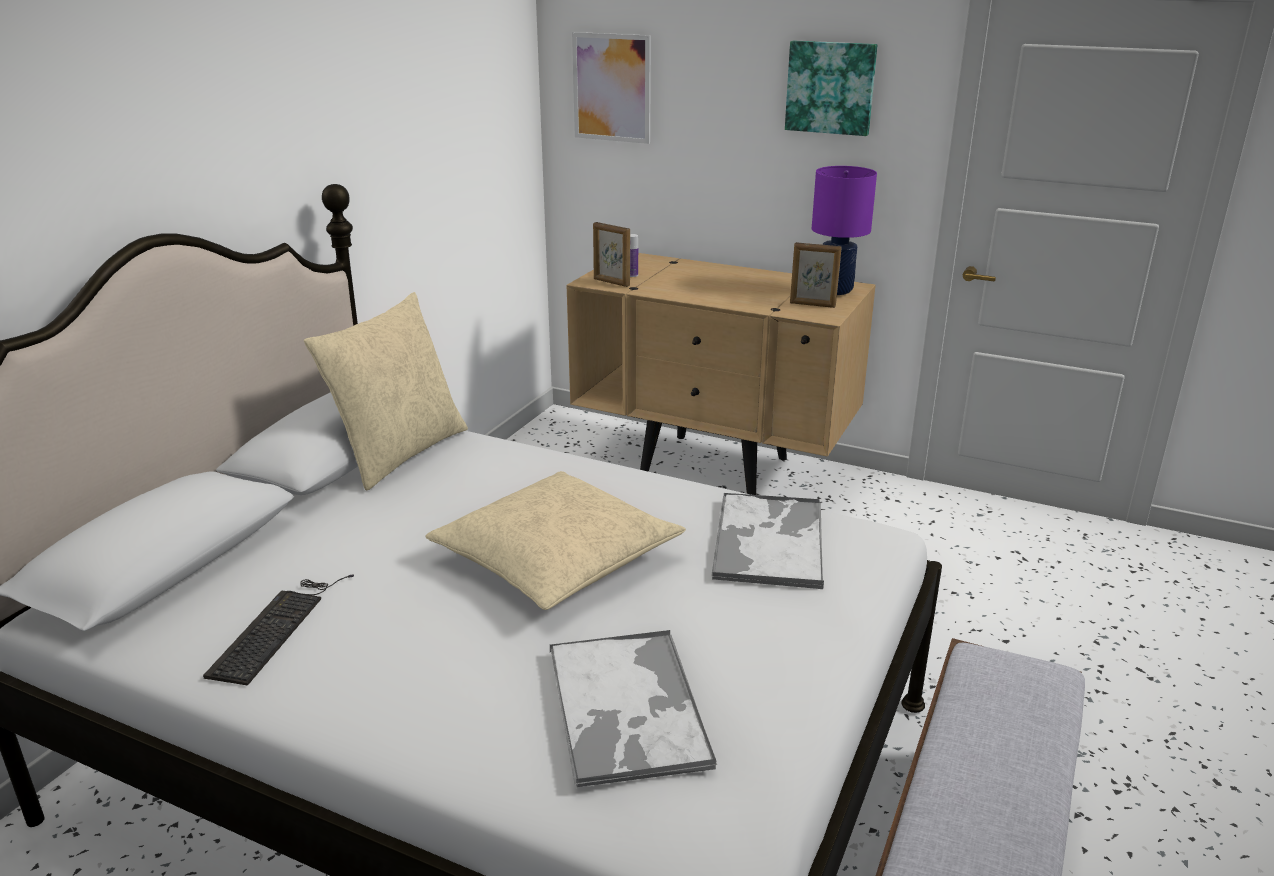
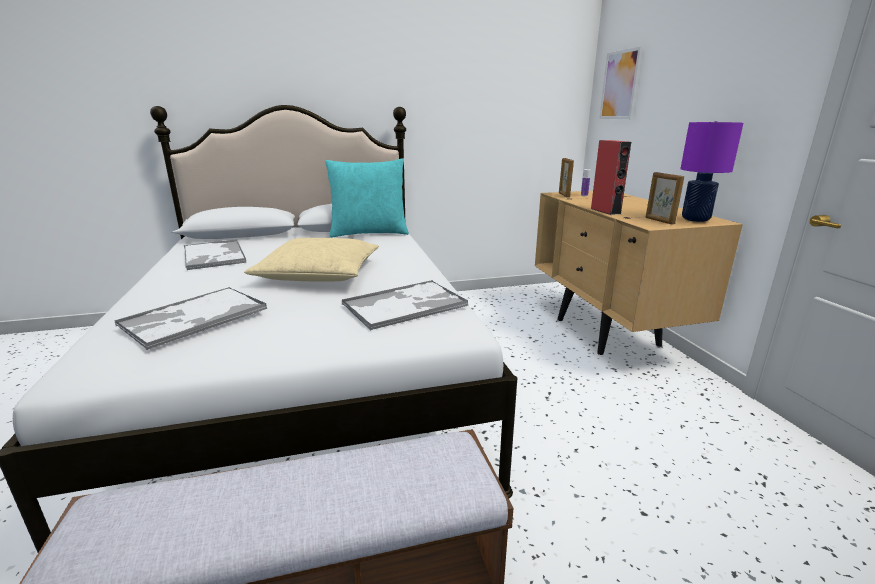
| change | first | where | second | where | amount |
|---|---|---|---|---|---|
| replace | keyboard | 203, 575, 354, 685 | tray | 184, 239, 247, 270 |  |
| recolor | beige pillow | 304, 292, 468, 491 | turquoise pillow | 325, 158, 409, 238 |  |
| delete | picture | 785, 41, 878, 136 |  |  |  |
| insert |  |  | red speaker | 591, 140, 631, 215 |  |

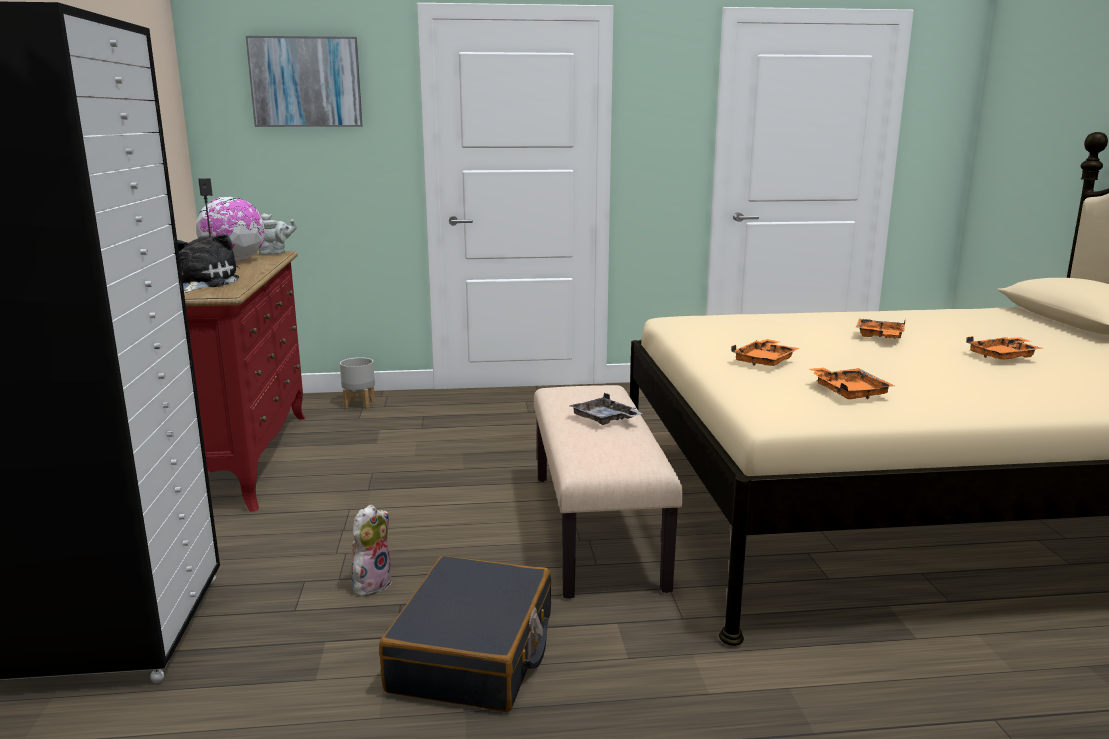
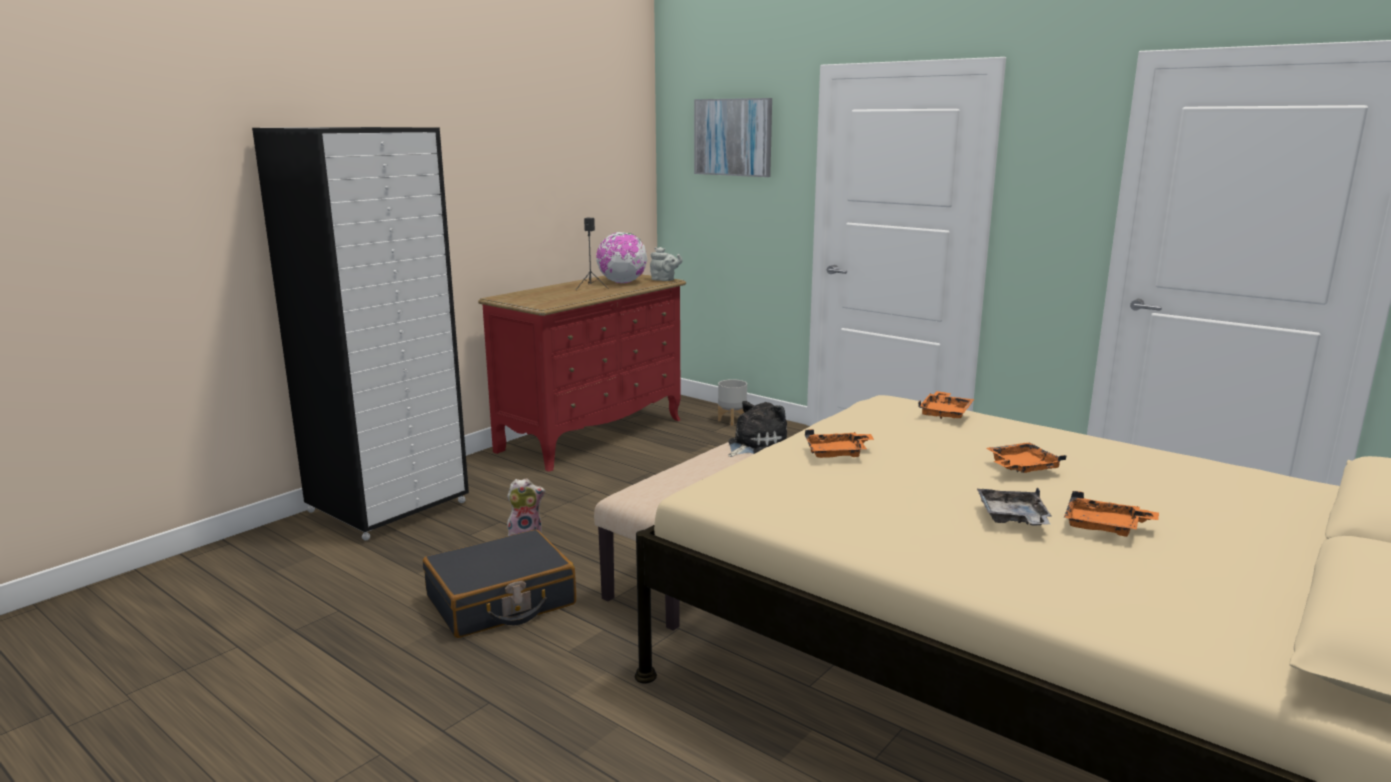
| change | first | where | second | where | amount |
|---|---|---|---|---|---|
| move | plush toy | 177, 234, 239, 293 |  | 728, 401, 787, 457 |  |
| move | grey tray | 570, 393, 643, 425 |  | 977, 487, 1052, 526 |  |
| move | orange tray | 810, 367, 894, 399 |  | 918, 391, 974, 419 |  |

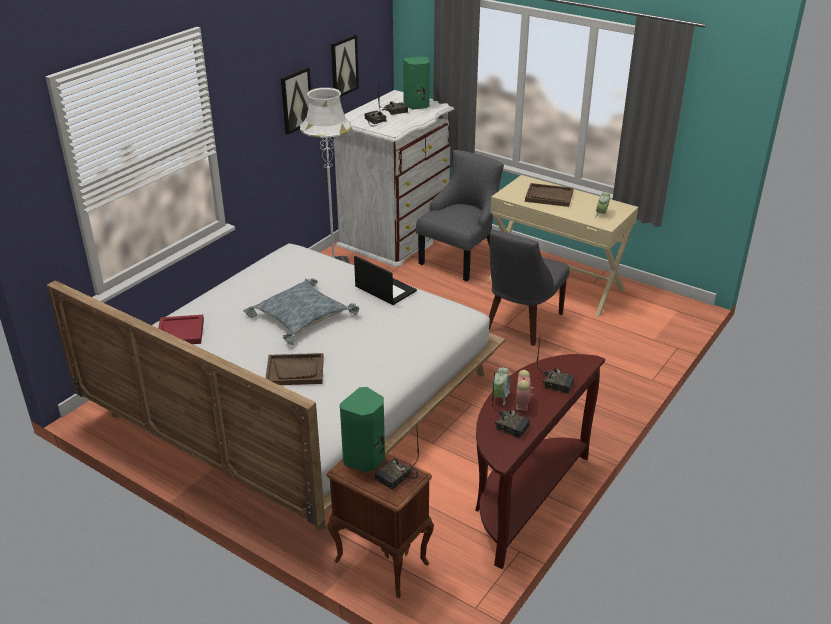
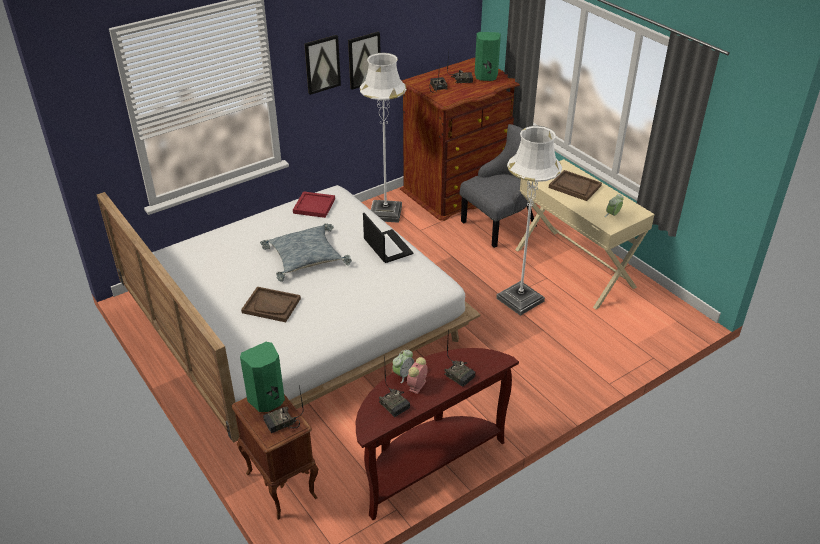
| change | first | where | second | where | amount |
|---|---|---|---|---|---|
| move | red tray | 158, 315, 204, 344 |  | 293, 191, 335, 218 |  |
| move | picture | 331, 35, 359, 97 |  | 304, 35, 341, 95 |  |
| recolor | white dresser | 334, 90, 454, 267 | brown dresser | 400, 58, 520, 221 |  |
| replace | grey chair | 489, 230, 570, 346 | white floor lamp | 496, 126, 562, 316 |  |

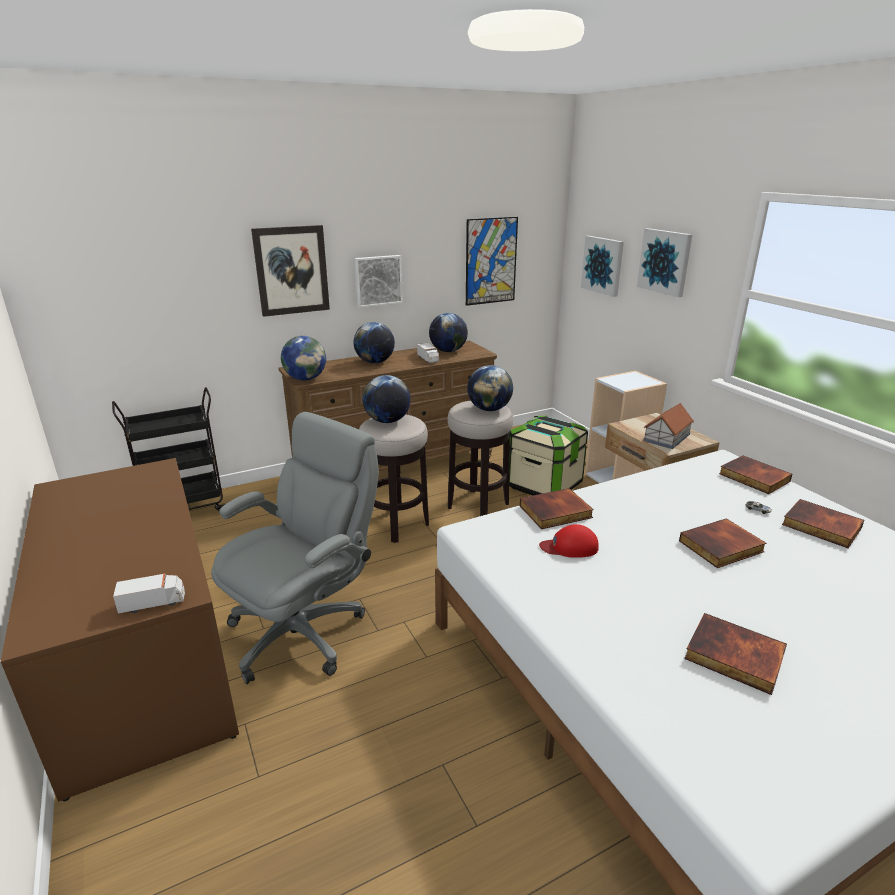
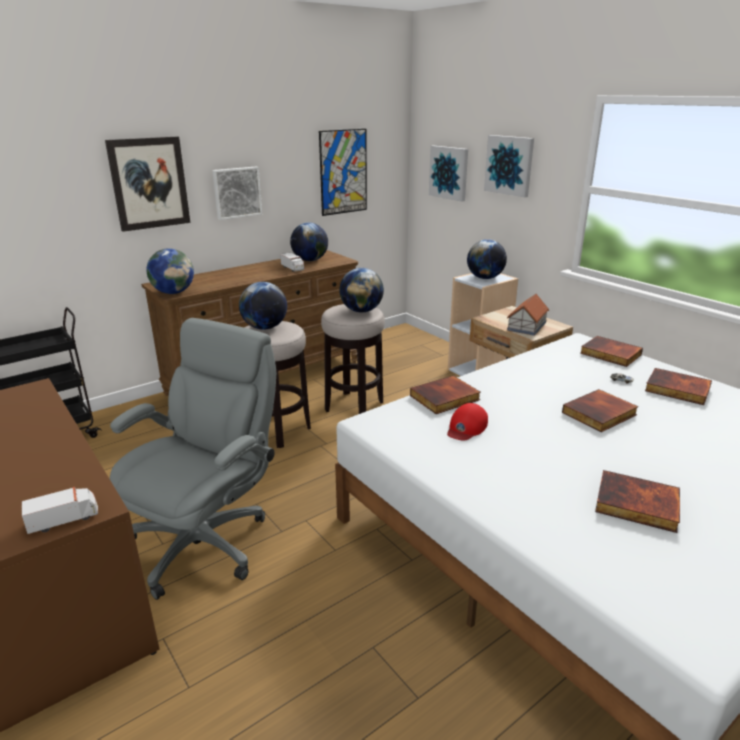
| change | first | where | second | where | amount |
|---|---|---|---|---|---|
| move | globe | 353, 322, 395, 363 |  | 467, 239, 507, 279 |  |
| delete | storage box | 509, 416, 588, 496 |  |  |  |
| rotate | red cap | 539, 524, 599, 558 |  | 447, 403, 488, 440 | 45 degrees counterclockwise |

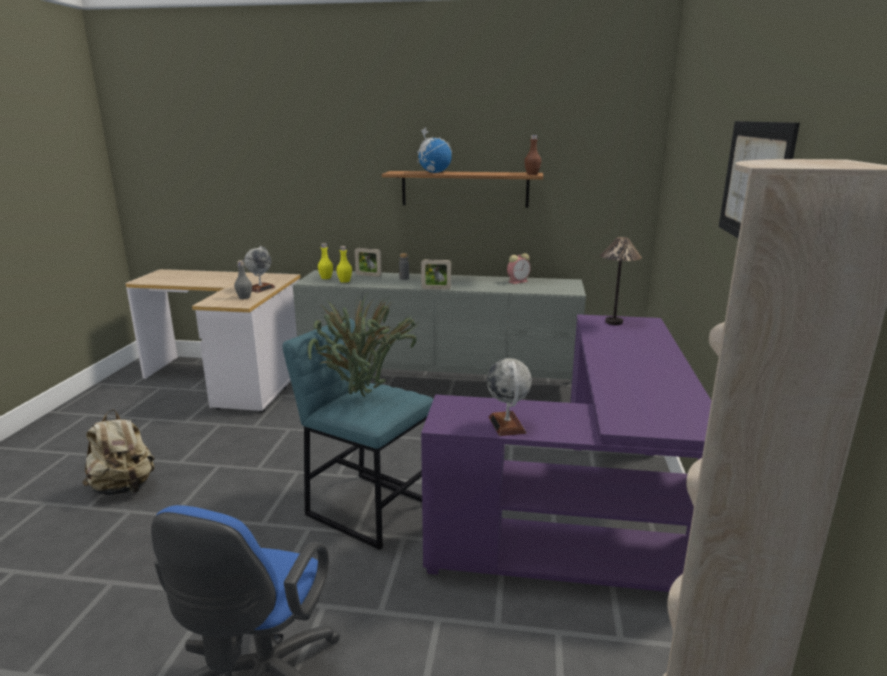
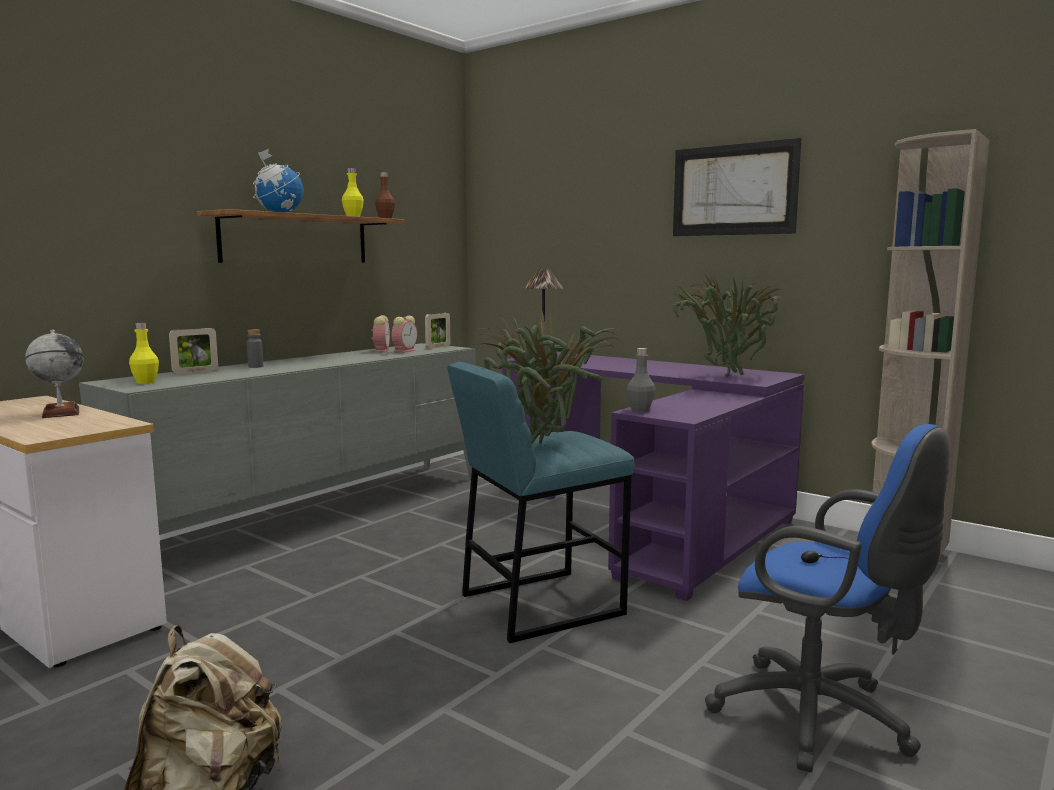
| change | first | where | second | where | amount |
|---|---|---|---|---|---|
| move | grey bottle | 234, 260, 252, 299 |  | 627, 348, 655, 412 |  |
| move | yellow bottle | 336, 246, 352, 283 |  | 342, 168, 364, 217 |  |
| move | picture frame | 421, 260, 451, 290 |  | 425, 313, 450, 349 |  |
| delete | globe | 487, 358, 532, 436 |  |  |  |
| insert |  |  | alarm clock | 391, 316, 417, 353 |  |
| insert |  |  | potted plant | 672, 274, 783, 376 |  |

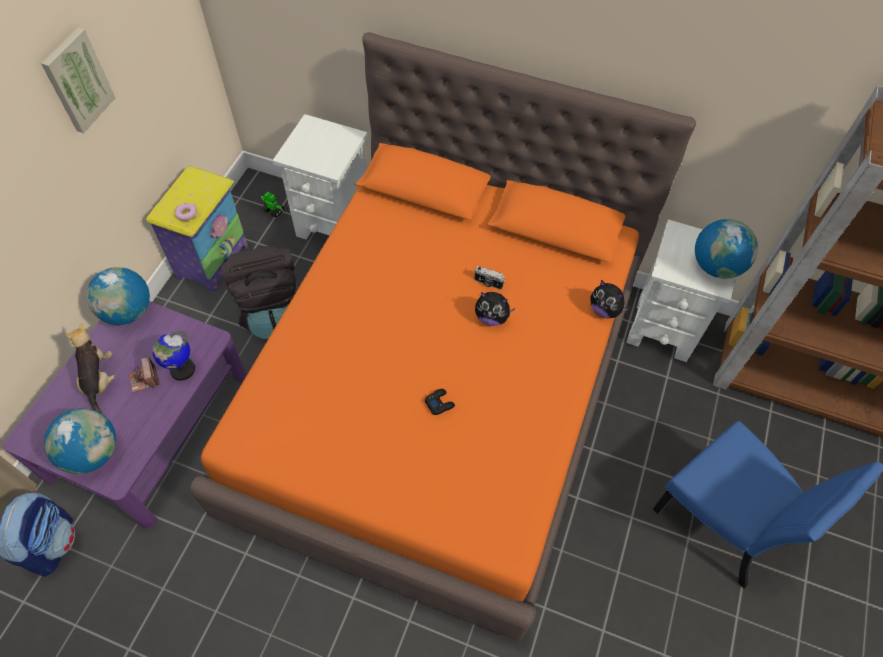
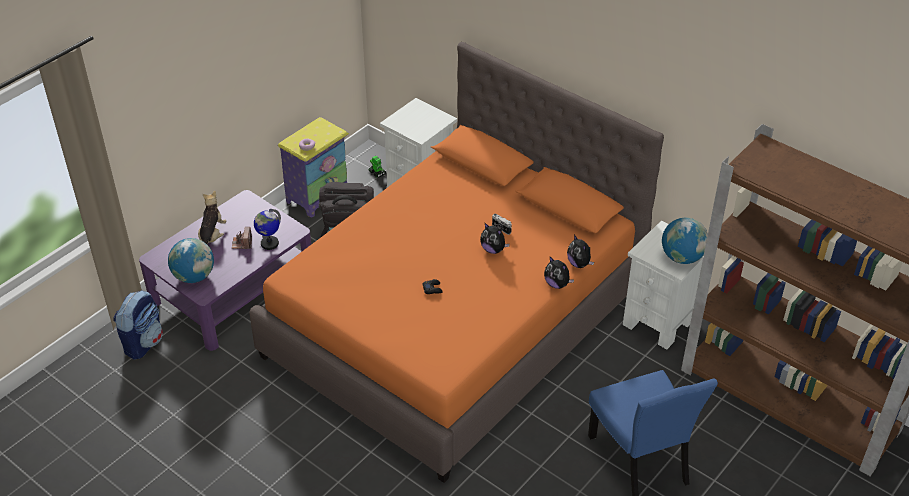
| change | first | where | second | where | amount |
|---|---|---|---|---|---|
| delete | picture | 41, 27, 115, 133 |  |  |  |
| delete | globe | 87, 267, 150, 325 |  |  |  |
| insert |  |  | plush toy | 544, 257, 574, 289 |  |

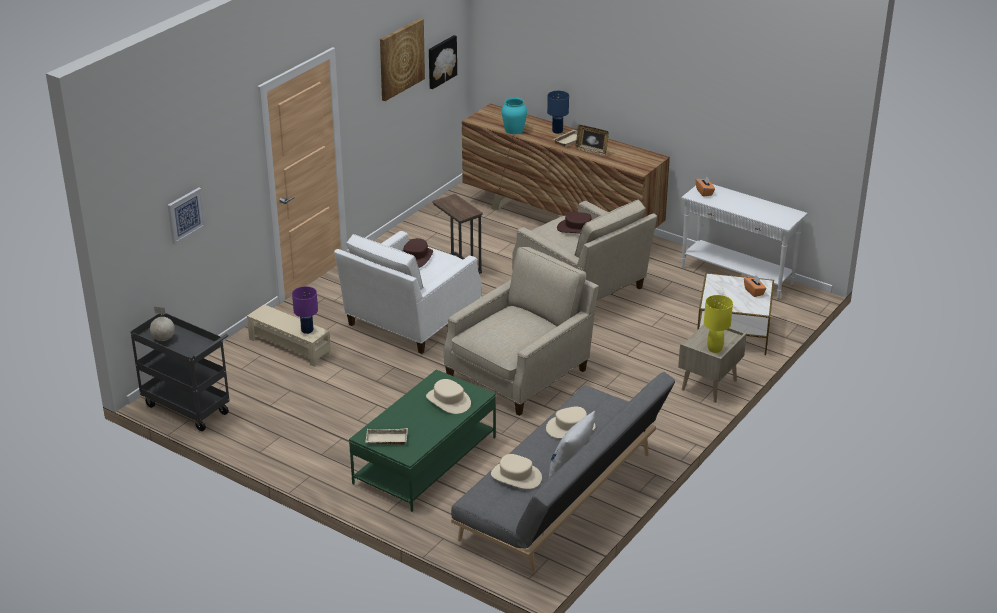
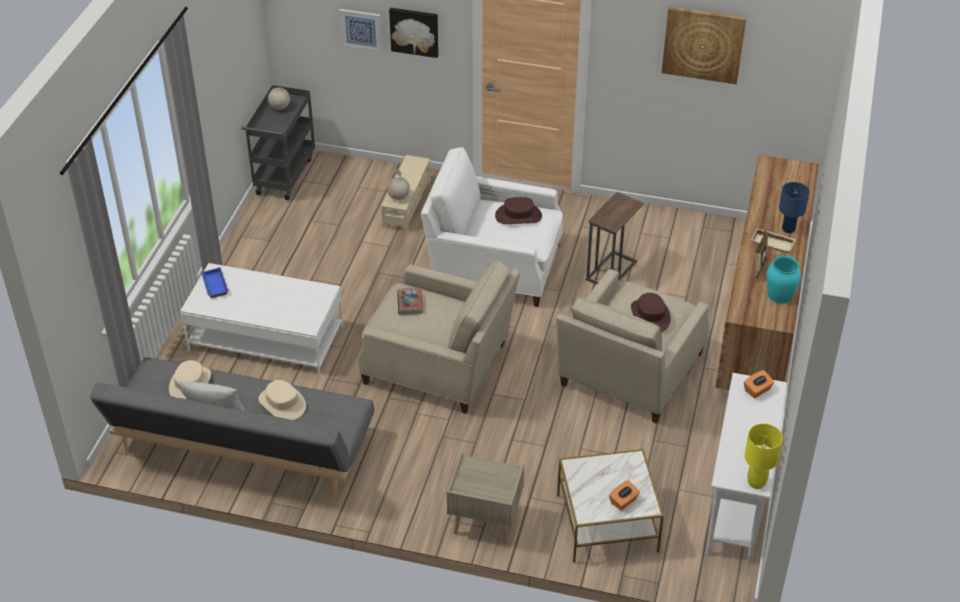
| change | first | where | second | where | amount |
|---|---|---|---|---|---|
| replace | purple table lamp | 292, 286, 318, 334 | globe | 387, 167, 410, 200 |  |
| recolor | green coffee table | 349, 369, 496, 512 | white coffee table | 180, 263, 343, 376 |  |
| recolor | beige tray | 365, 428, 408, 445 | blue tray | 200, 267, 229, 298 |  |
| delete | beige hat | 426, 379, 471, 414 |  |  |  |
| move | picture | 429, 35, 457, 89 |  | 389, 8, 439, 58 |  |
| move | turquoise vase | 502, 97, 527, 134 |  | 767, 256, 801, 303 |  |
| move | yellow table lamp | 704, 295, 733, 353 |  | 744, 424, 783, 489 |  |
| insert |  |  | book | 397, 288, 423, 315 |  |

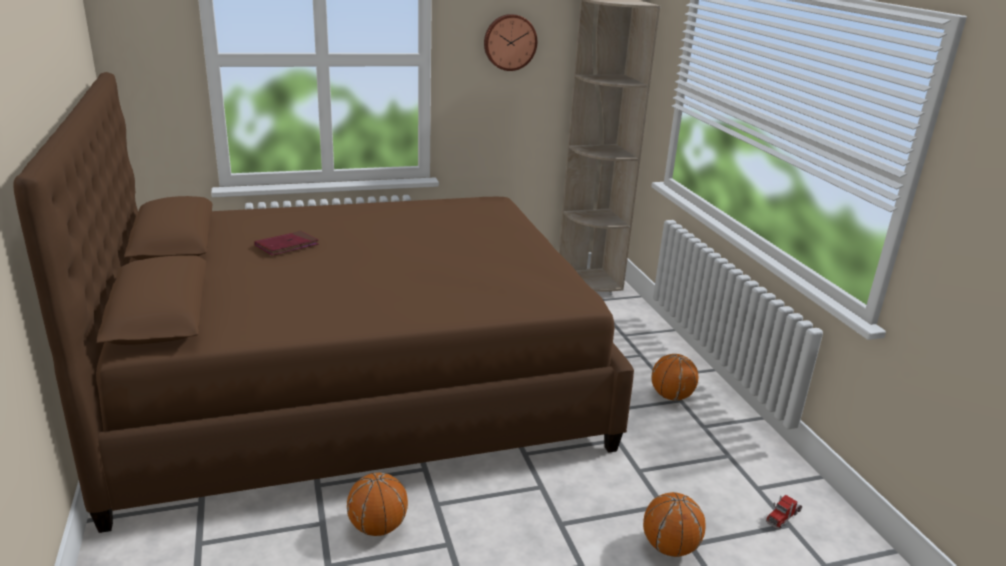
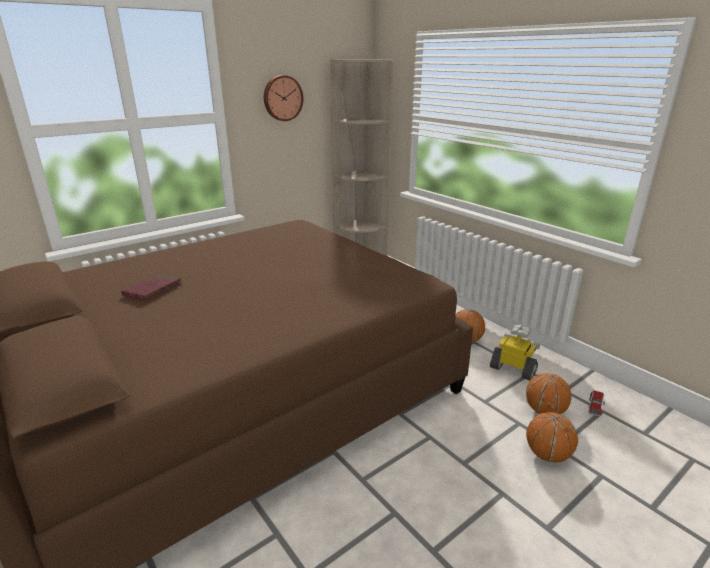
| change | first | where | second | where | amount |
|---|---|---|---|---|---|
| move | basketball | 347, 473, 408, 536 |  | 526, 373, 571, 414 |  |
| insert |  |  | toy robot | 490, 325, 540, 381 |  |

